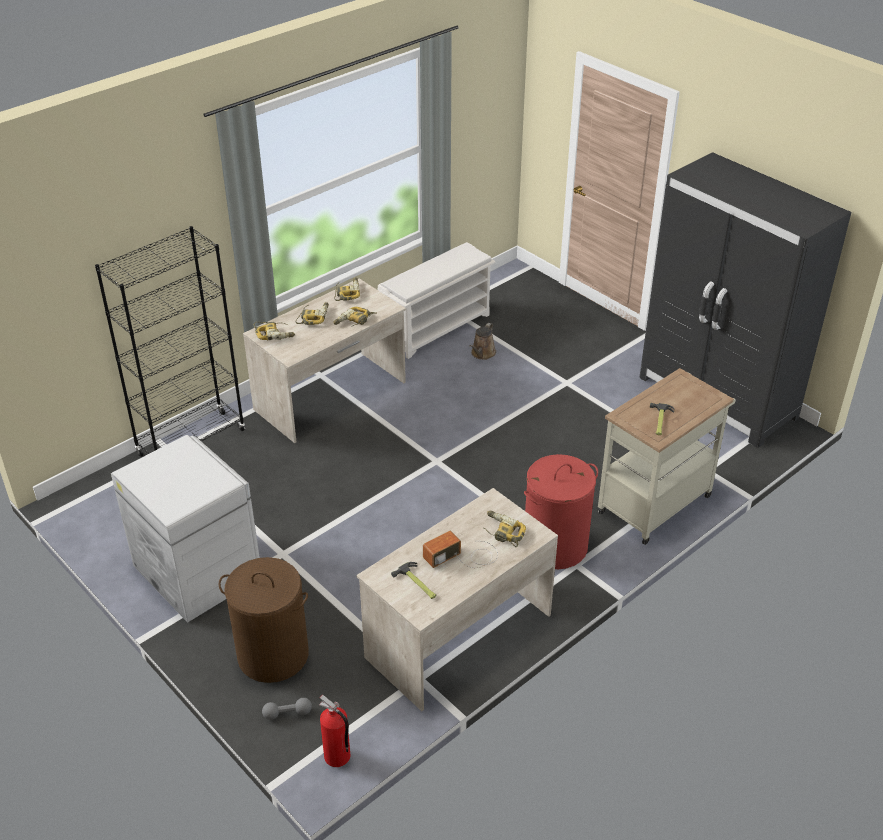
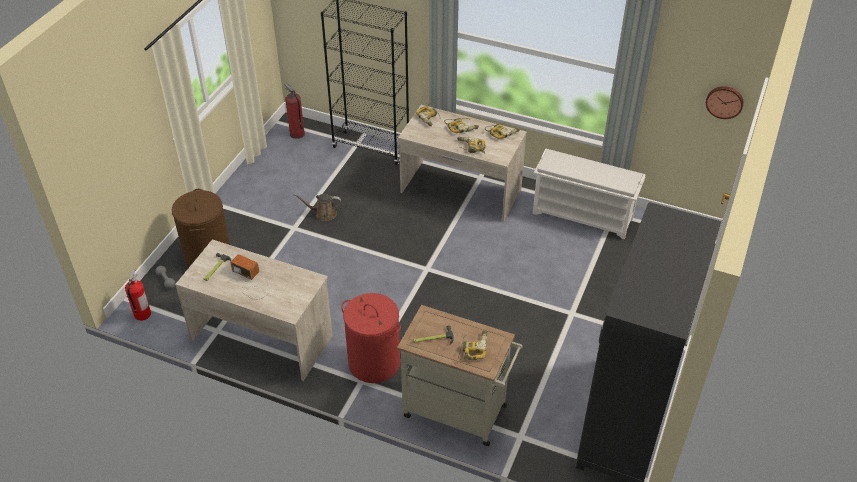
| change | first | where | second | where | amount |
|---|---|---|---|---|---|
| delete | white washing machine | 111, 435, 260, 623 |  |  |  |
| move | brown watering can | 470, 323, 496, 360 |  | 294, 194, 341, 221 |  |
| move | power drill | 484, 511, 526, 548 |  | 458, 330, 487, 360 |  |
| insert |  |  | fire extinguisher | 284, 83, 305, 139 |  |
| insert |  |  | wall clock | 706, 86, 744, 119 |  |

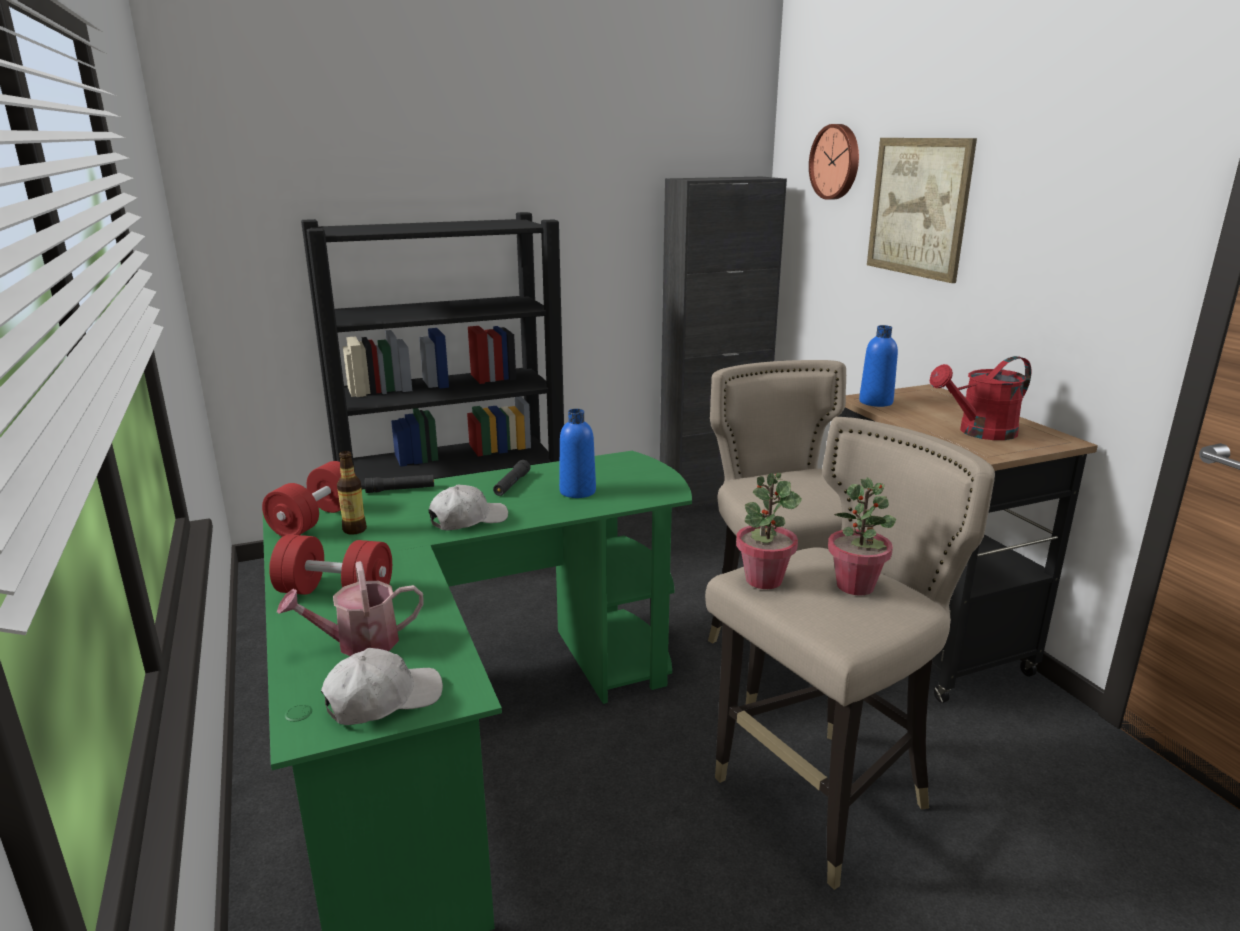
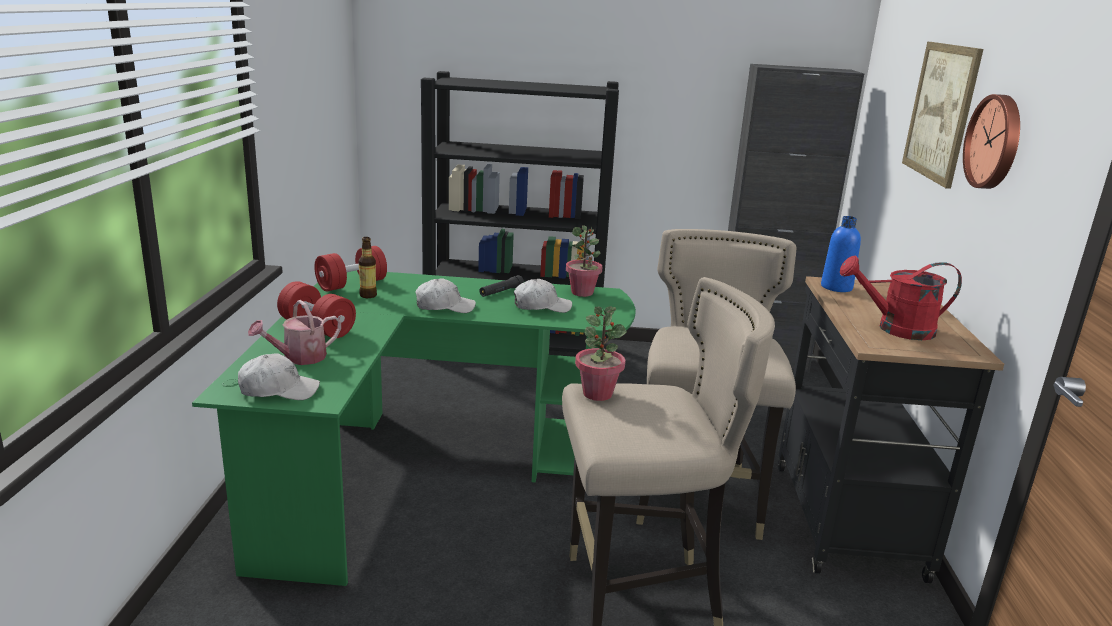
| change | first | where | second | where | amount |
|---|---|---|---|---|---|
| rotate | watering can | 277, 561, 423, 656 |  | 248, 300, 341, 365 | 45 degrees counterclockwise |
| delete | black flashlight | 365, 475, 434, 493 |  |  |  |
| replace | blue bottle | 559, 409, 596, 498 | white cap | 514, 279, 572, 313 |  |
| move | wall clock | 809, 124, 859, 200 |  | 963, 94, 1020, 189 |  |
| move | potted plant | 828, 477, 896, 596 |  | 566, 225, 602, 297 |  |

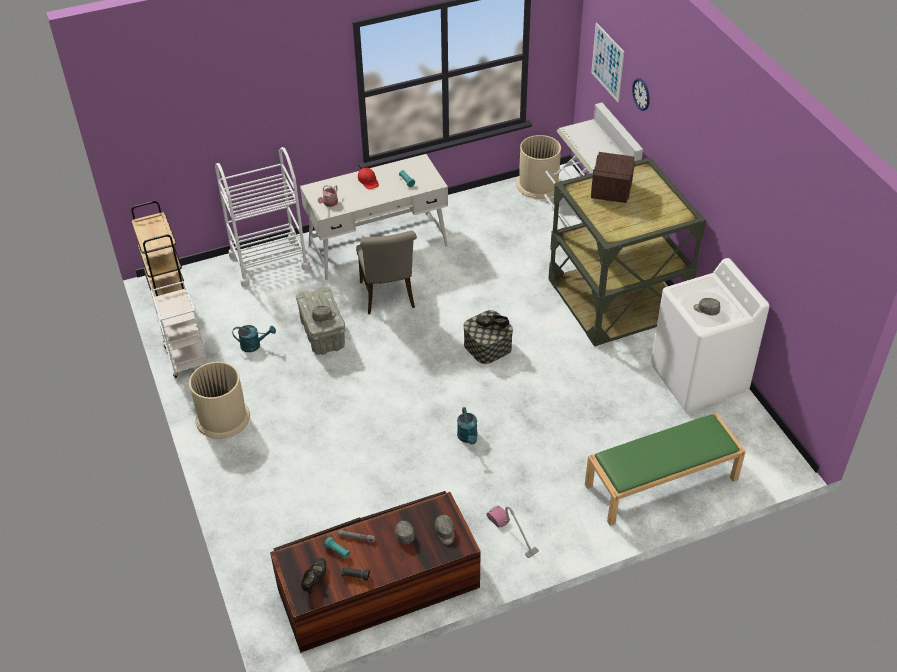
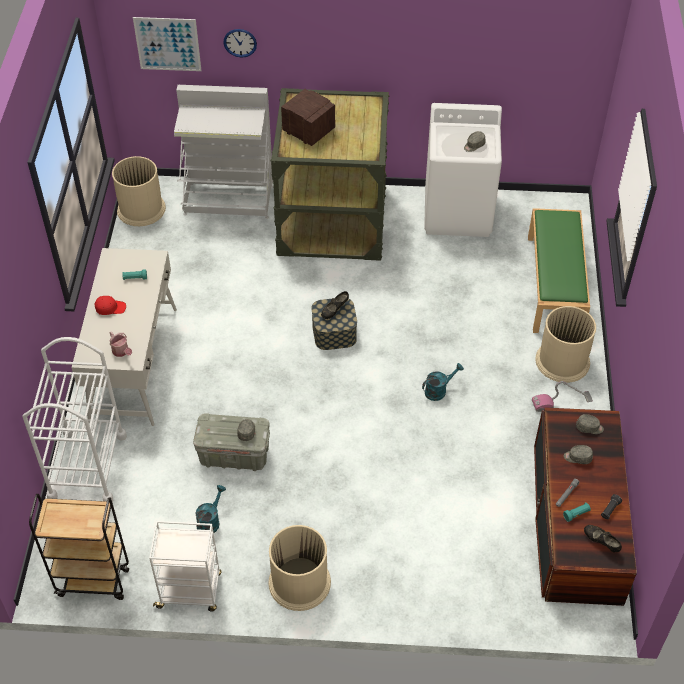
| change | first | where | second | where | amount |
|---|---|---|---|---|---|
| delete | beige chair | 356, 230, 417, 314 |  |  |  |
| rotate | turquoise watering can | 457, 407, 478, 445 |  | 422, 363, 464, 401 | 45 degrees counterclockwise |
| insert |  |  | beige trash can | 535, 306, 596, 383 |  |

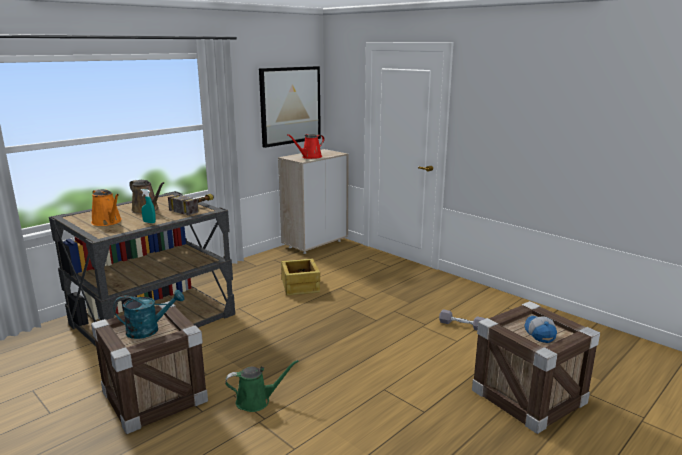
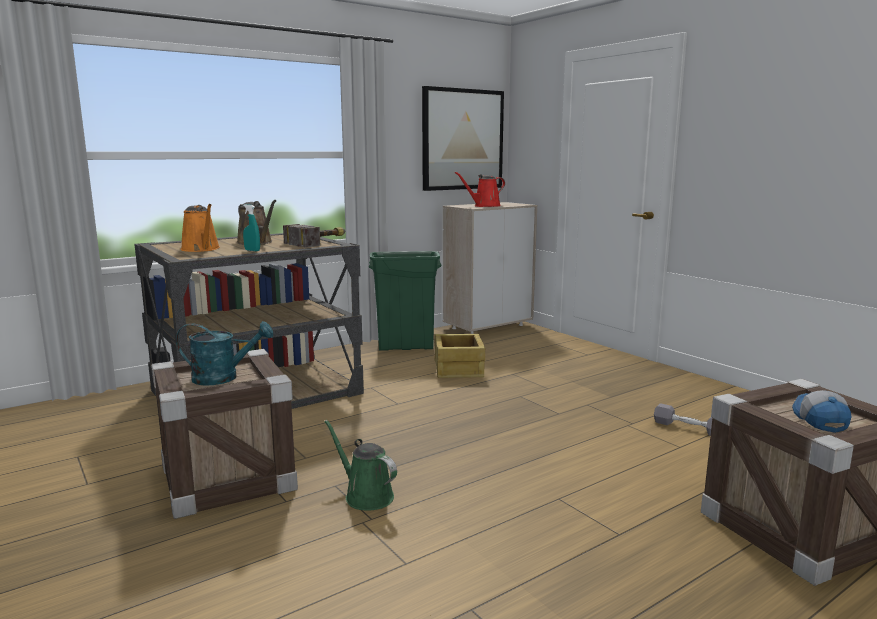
| change | first | where | second | where | amount |
|---|---|---|---|---|---|
| rotate | green watering can | 225, 360, 299, 412 |  | 324, 420, 397, 511 | 135 degrees counterclockwise |
| insert |  |  | green trash can | 369, 251, 441, 351 |  |

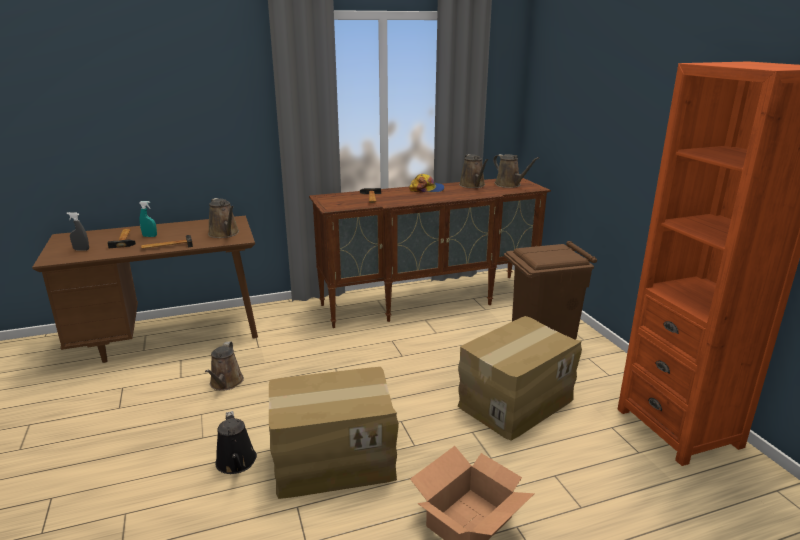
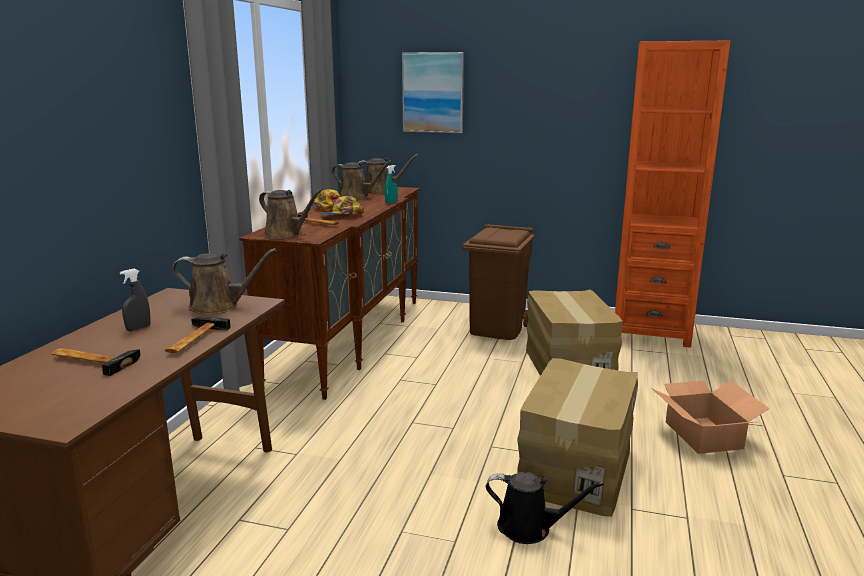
| change | first | where | second | where | amount |
|---|---|---|---|---|---|
| move | grey spray bottle | 66, 212, 89, 251 |  | 120, 269, 151, 331 |  |
| move | turquoise spray bottle | 139, 201, 157, 237 |  | 385, 165, 398, 204 |  |
| move | brown watering can | 205, 341, 244, 391 |  | 259, 190, 321, 239 |  |
| insert |  |  | cap | 320, 196, 364, 215 |  |
| insert |  |  | picture | 402, 52, 464, 133 |  |

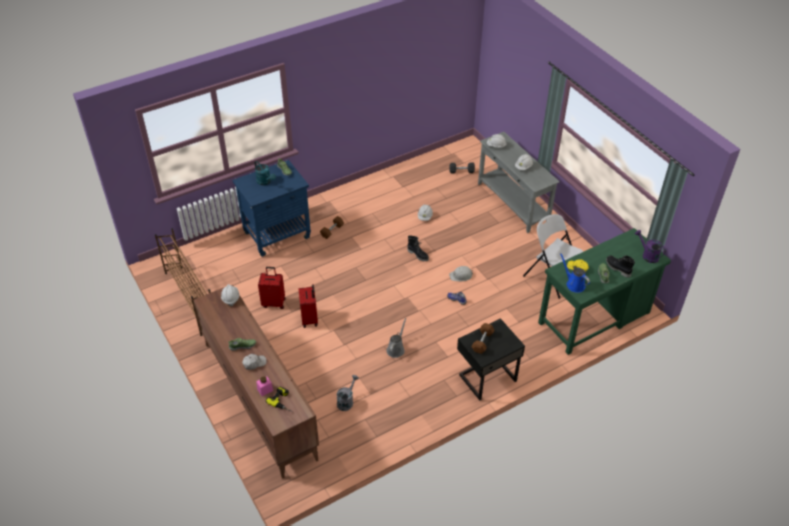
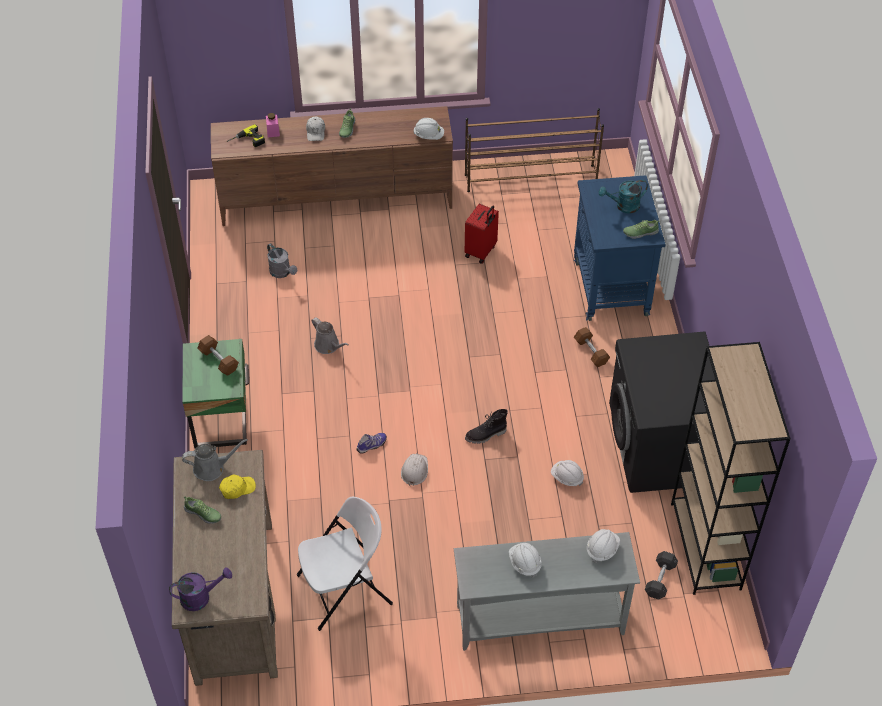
| change | first | where | second | where | amount |
|---|---|---|---|---|---|
| delete | red suitcase | 298, 284, 318, 328 |  |  |  |
| recolor | black nightstand | 457, 318, 525, 401 | green nightstand | 182, 339, 249, 449 |  |
| recolor | green desk | 538, 228, 671, 355 | brown desk | 172, 450, 278, 686 |  |
| recolor | blue watering can | 560, 253, 590, 293 | grey watering can | 182, 439, 248, 481 |  |
| delete | black boot | 606, 255, 635, 278 |  |  |  |
| insert |  |  | black washing machine | 609, 331, 715, 493 |  |
| insert |  |  | beige bookcase | 671, 342, 791, 595 |  |

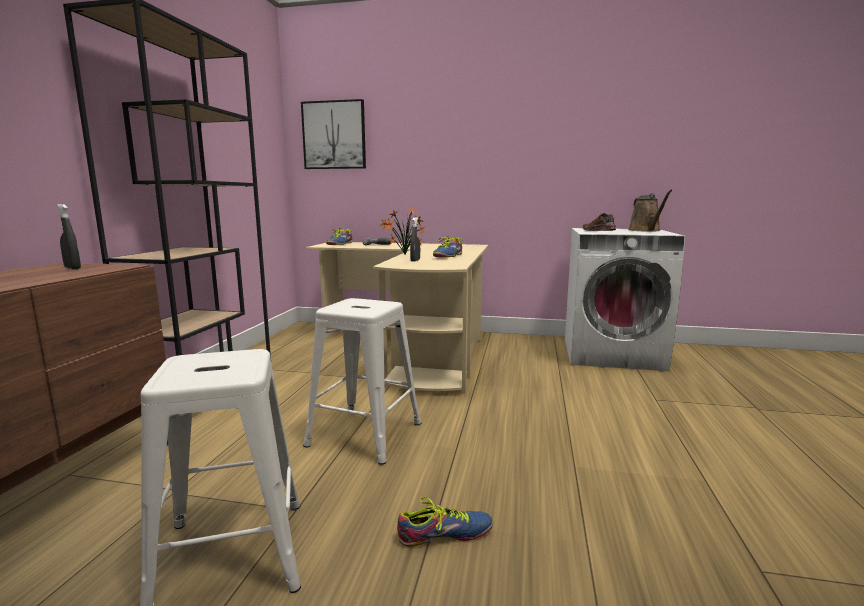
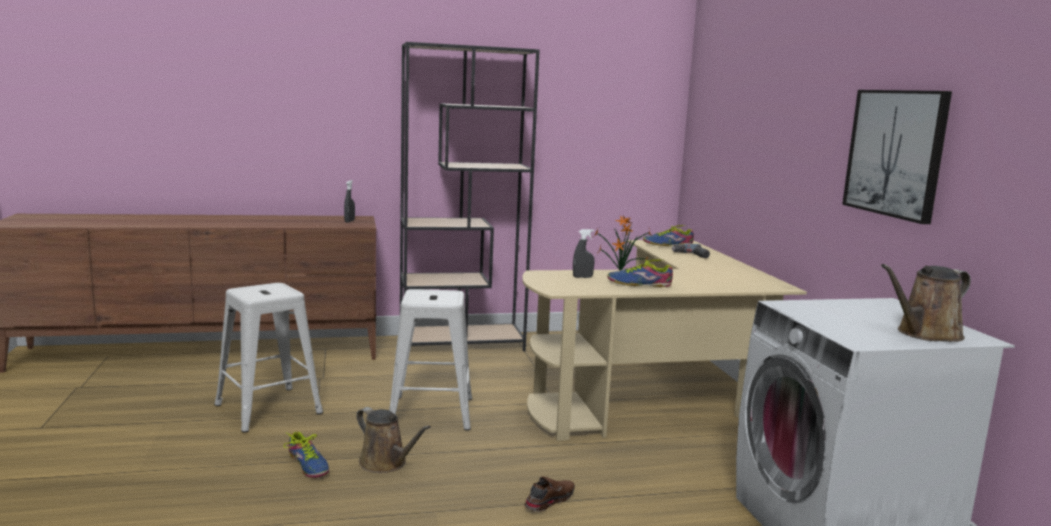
| change | first | where | second | where | amount |
|---|---|---|---|---|---|
| move | picture | 301, 99, 366, 169 |  | 842, 90, 952, 224 |  |
| move | brown shoe | 583, 213, 616, 231 |  | 524, 477, 575, 512 |  |
| insert |  |  | brown watering can | 356, 407, 431, 473 |  |

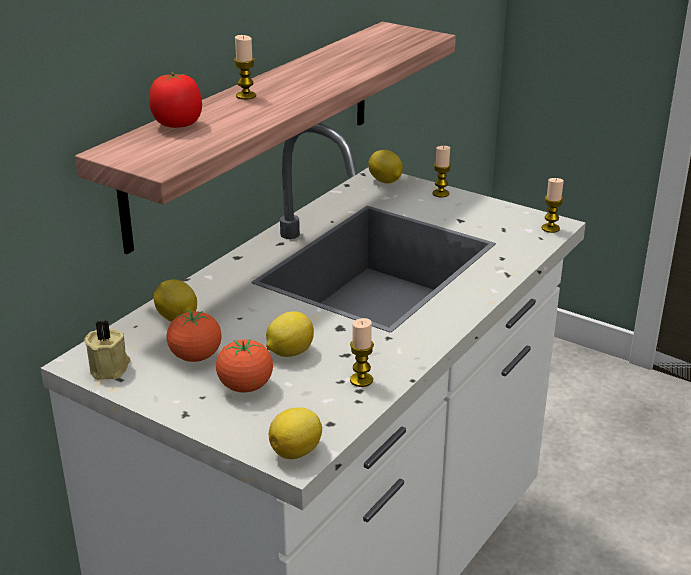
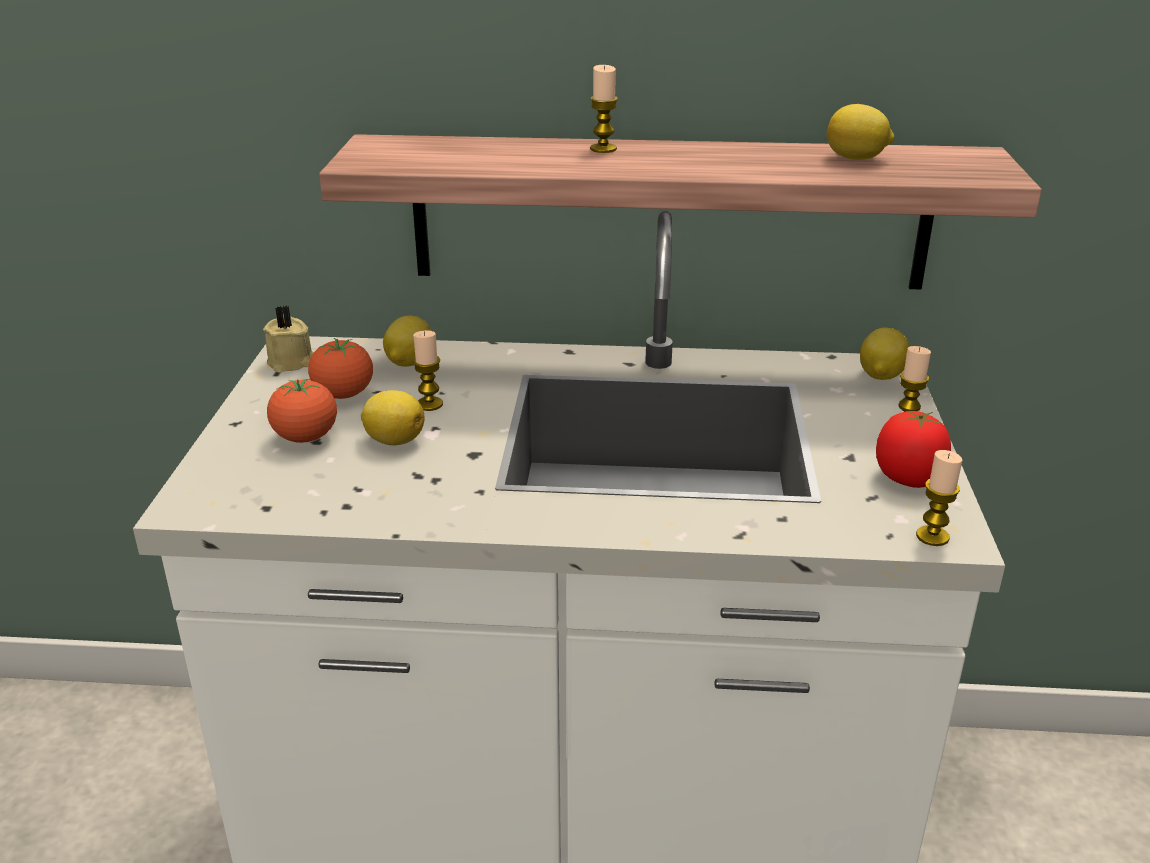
| change | first | where | second | where | amount |
|---|---|---|---|---|---|
| move | tomato | 149, 72, 202, 128 |  | 876, 411, 951, 488 |  |
| move | lemon | 269, 408, 322, 459 |  | 827, 104, 894, 160 |  |
| move | candle | 350, 318, 374, 387 |  | 413, 331, 443, 411 |  |

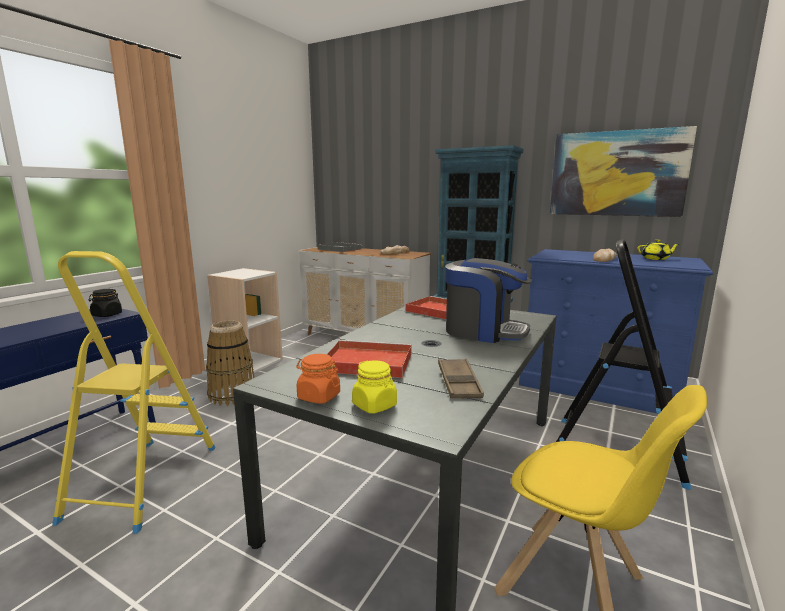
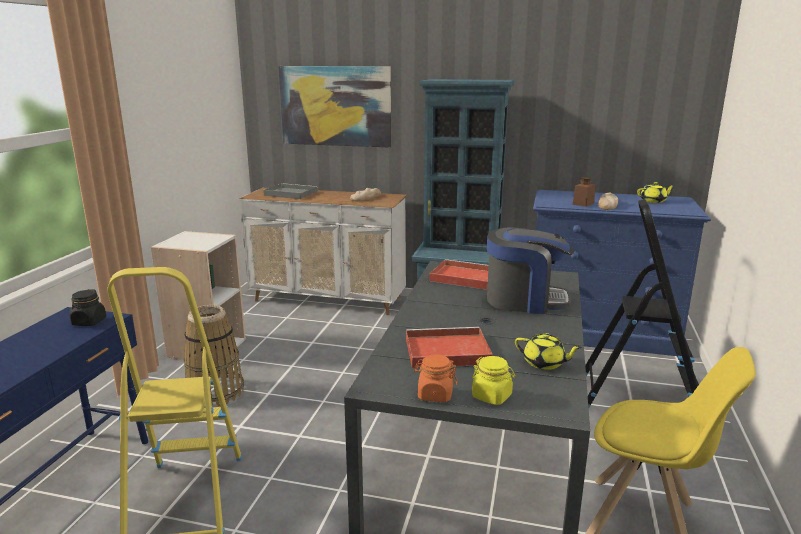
| change | first | where | second | where | amount |
|---|---|---|---|---|---|
| replace | brown tray | 438, 359, 484, 398 | yellow teapot | 515, 333, 582, 370 |  |
| move | picture | 550, 126, 697, 217 |  | 278, 66, 391, 148 |  |
| insert |  |  | brown jar | 572, 177, 595, 207 |  |

